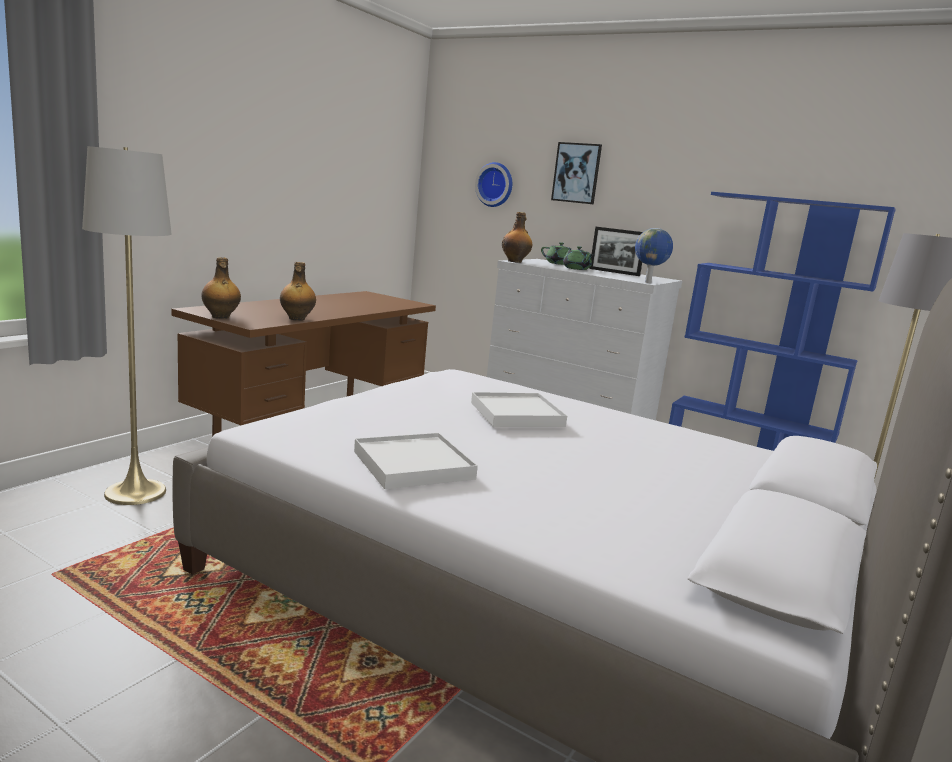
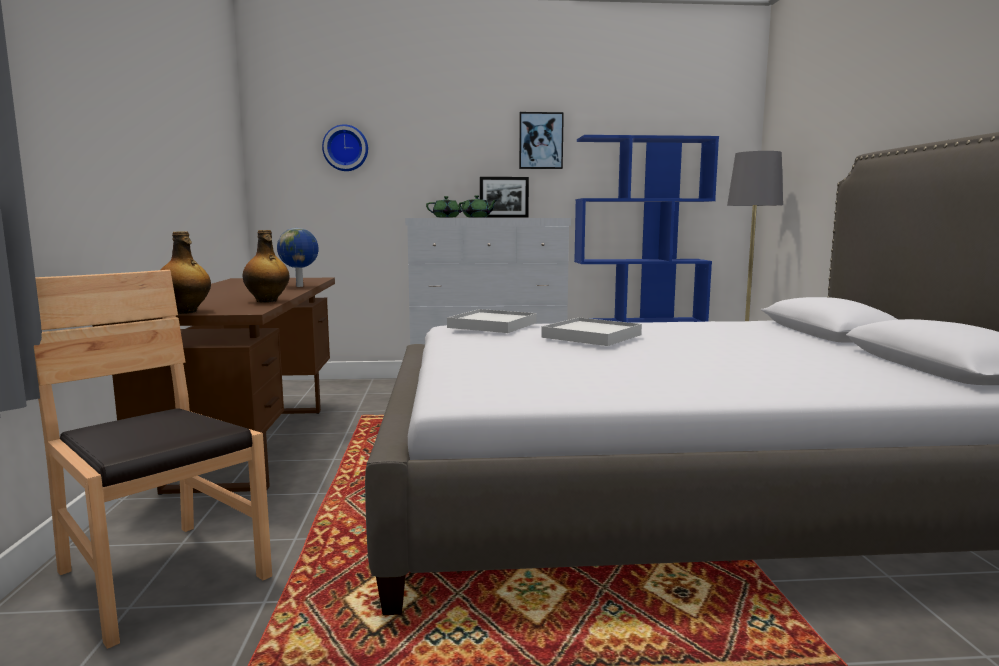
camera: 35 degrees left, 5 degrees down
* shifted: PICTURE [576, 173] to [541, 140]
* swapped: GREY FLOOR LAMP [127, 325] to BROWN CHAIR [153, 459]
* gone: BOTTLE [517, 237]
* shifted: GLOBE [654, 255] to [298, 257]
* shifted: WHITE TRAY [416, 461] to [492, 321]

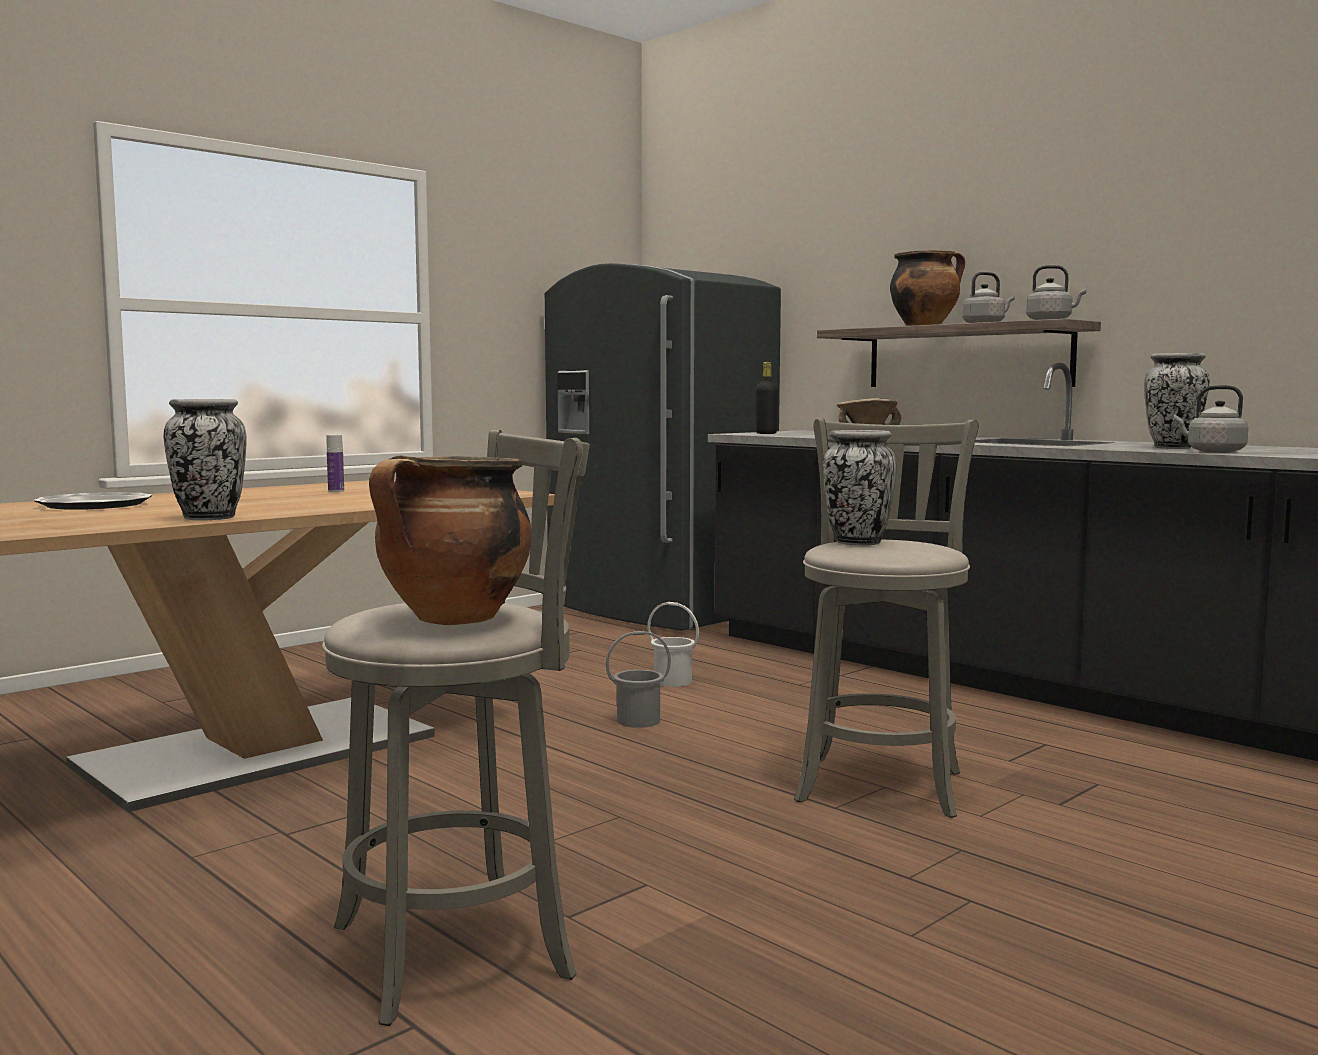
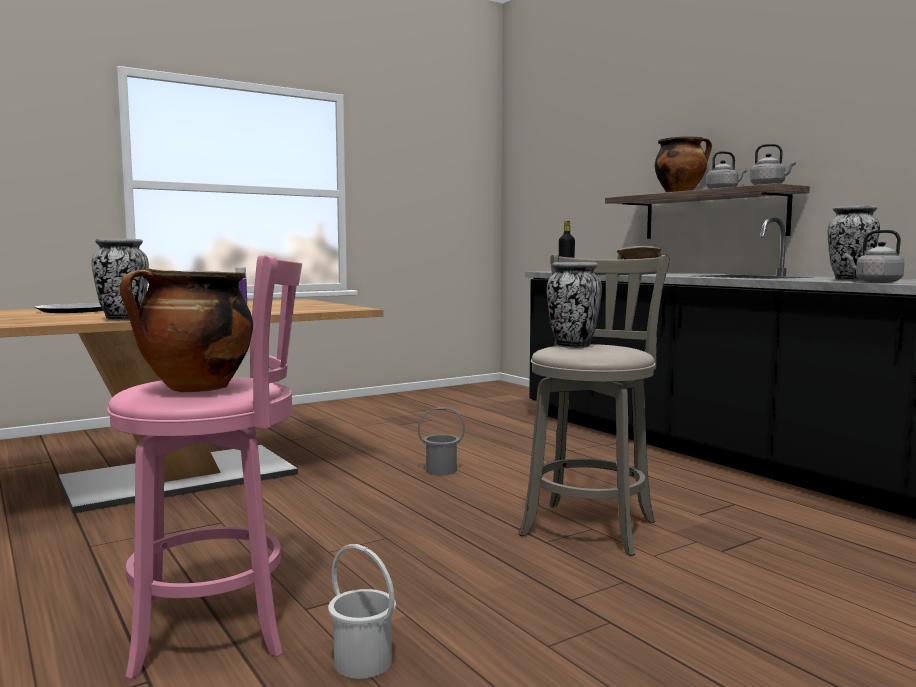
camera: 10 degrees right, 0 degrees up
* gone: GREY FRIDGE [663, 447]
* repainted: GREY STOOL [456, 728] to PINK STOOL [204, 467]
* shifted: WHITE BUCKET [673, 644] to [362, 611]

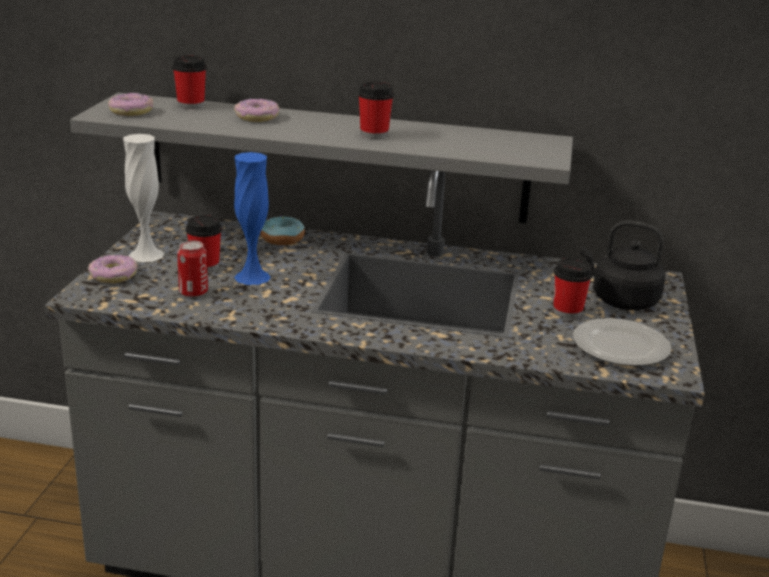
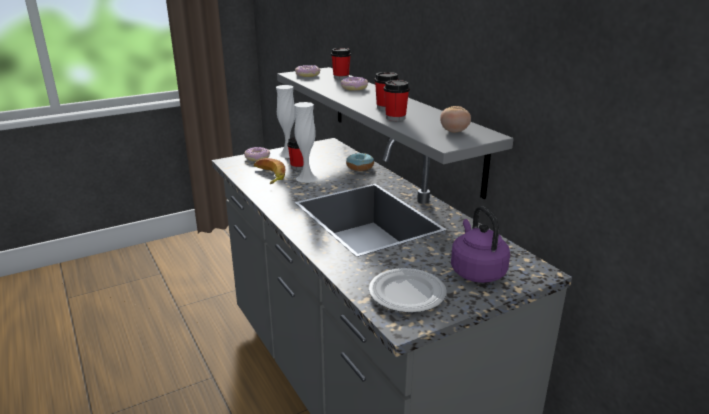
camera: 50 degrees right, 0 degrees up
* repainted: BLUE VASE [252, 218] to WHITE VASE [306, 142]
* repainted: BLACK KETTLE [623, 265] to PURPLE KETTLE [480, 244]
* swapped: CAN [192, 268] to BANANA [269, 171]
* shifted: CUP [573, 288] to [397, 100]
* new: TOMATO [455, 119]

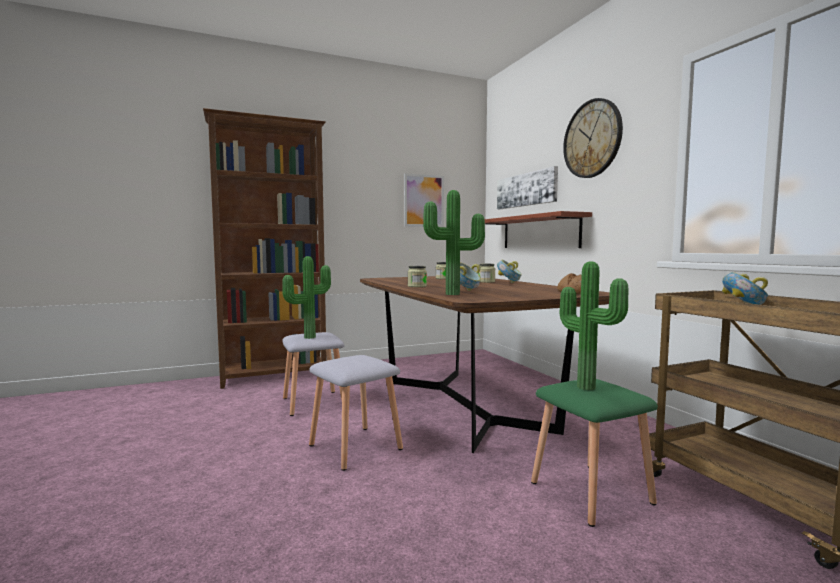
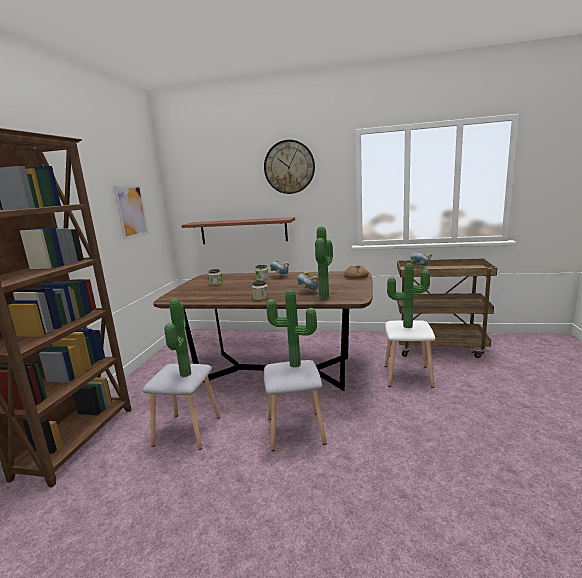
camera: 55 degrees left, 10 degrees up
* gone: PICTURE [527, 187]
* repainted: GREEN STOOL [594, 453] to WHITE STOOL [410, 354]
* new: POTTED PLANT [291, 329]

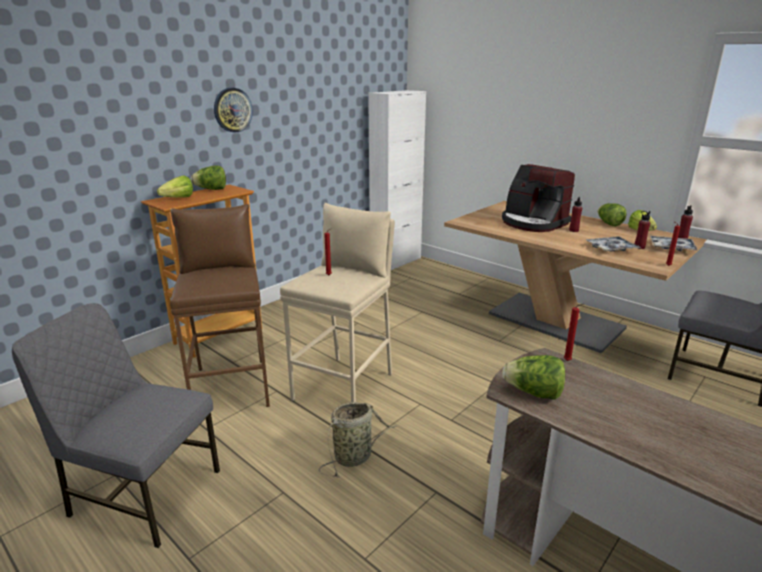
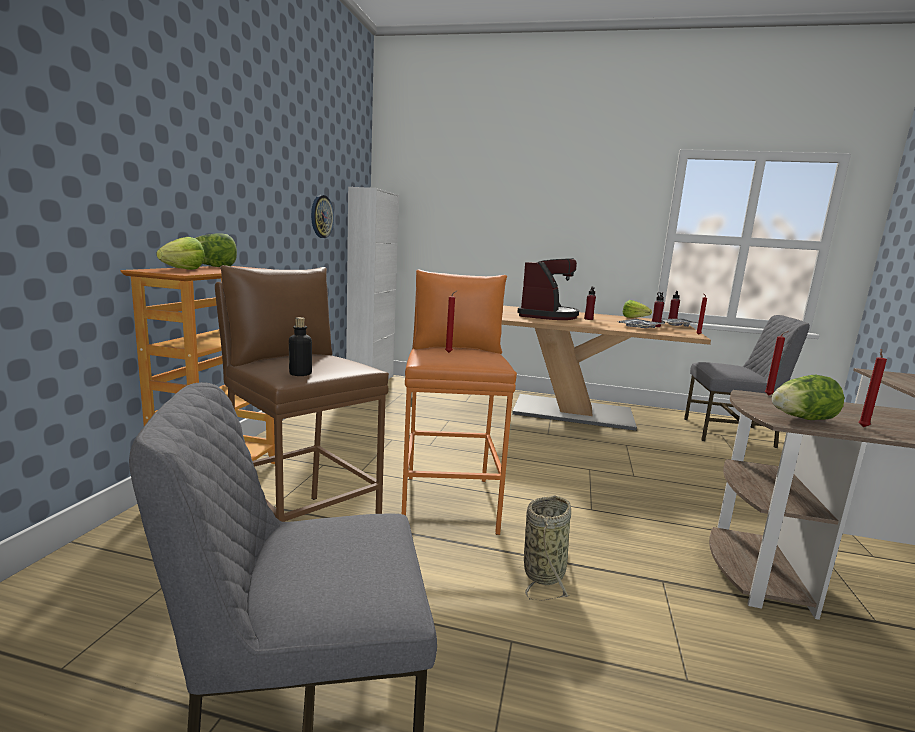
camera: 30 degrees left, 10 degrees down
* shifted: WALL CLOCK [233, 110] to [322, 216]
* rotated: COFFEE MACHINE [538, 198] = [548, 289] 90 degrees counterclockwise
* repainted: BEIGE STOOL [337, 302] to ORANGE STOOL [459, 402]
* gone: LETTUCE [612, 214]
* new: BOTTLE [300, 346]
* new: RED CANDLE [873, 388]

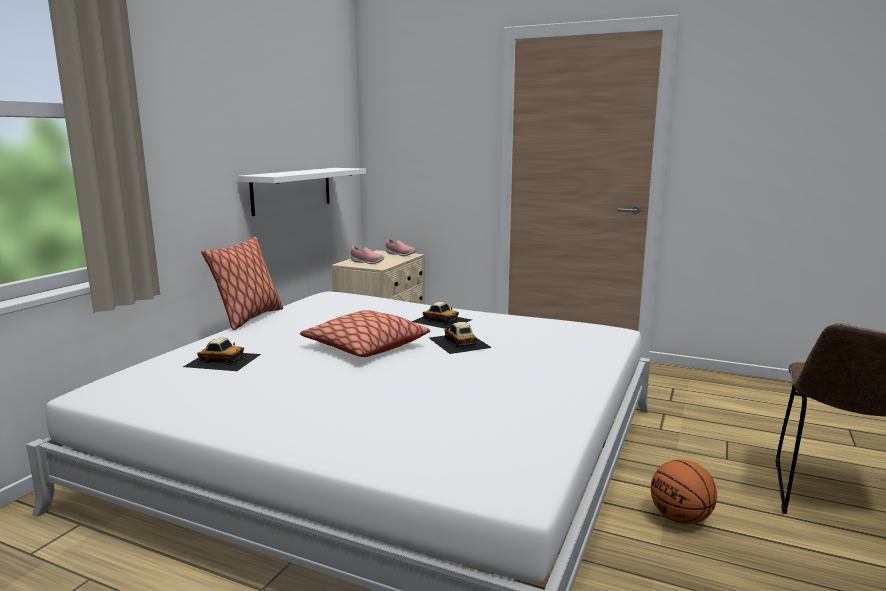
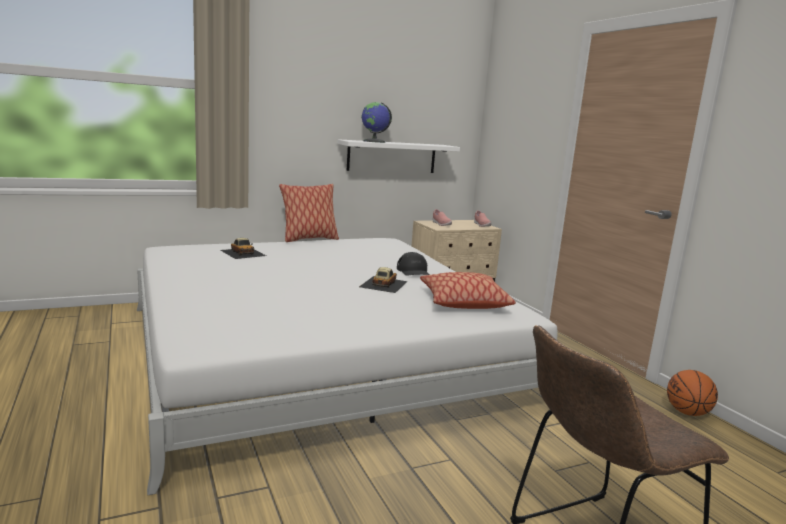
camera: 40 degrees right, 0 degrees up
* swapped: TOY CAR [442, 315] to BLACK CAP [413, 264]
* shifted: PILLOW [365, 333] to [468, 290]
* shifted: BASKETBALL [684, 492] to [692, 393]
* new: GLOBE [376, 122]

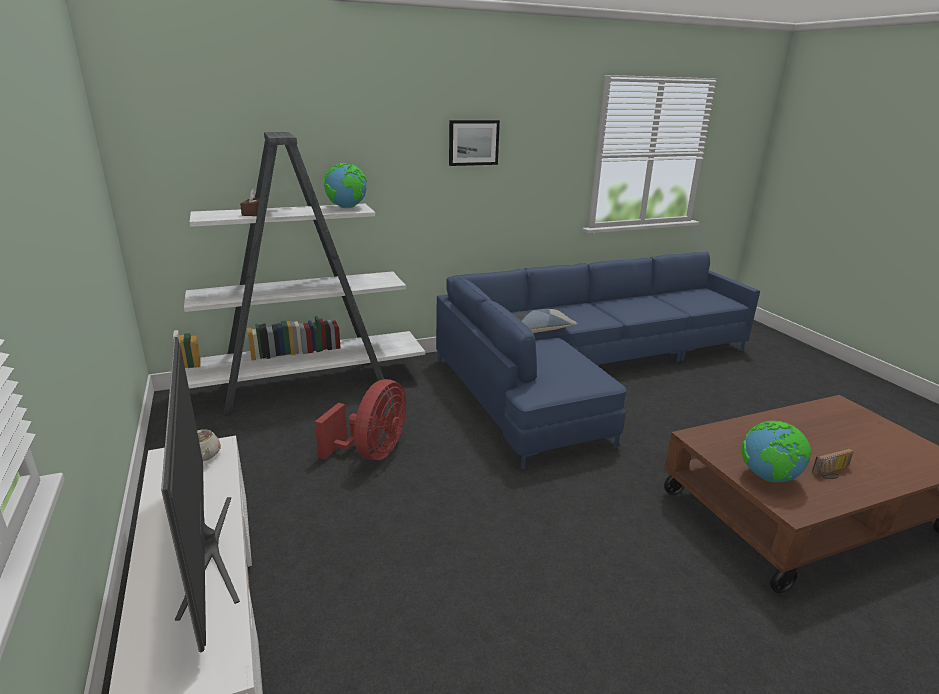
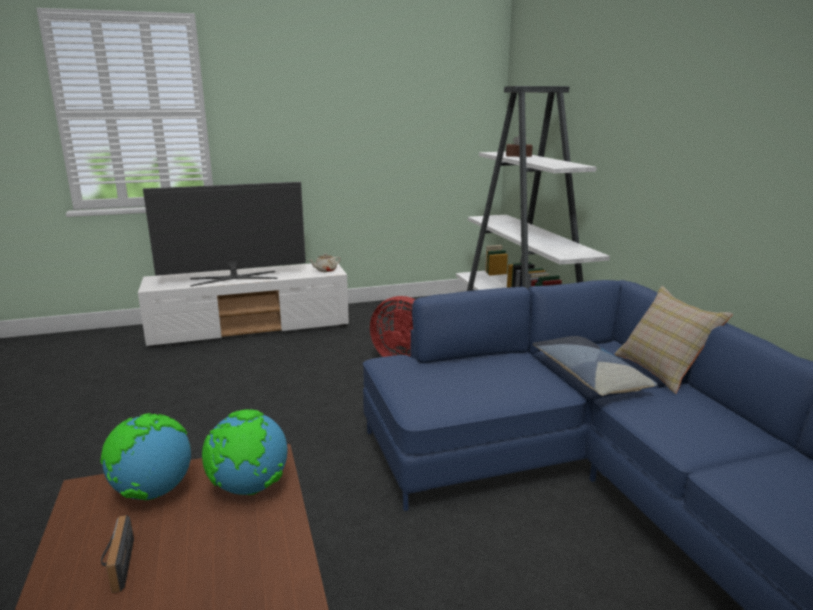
camera: 95 degrees right, 5 degrees down
* gone: PICTURE [474, 143]
* shifted: GLOBE [345, 185] to [245, 452]
* new: BEIGE PILLOW [673, 340]

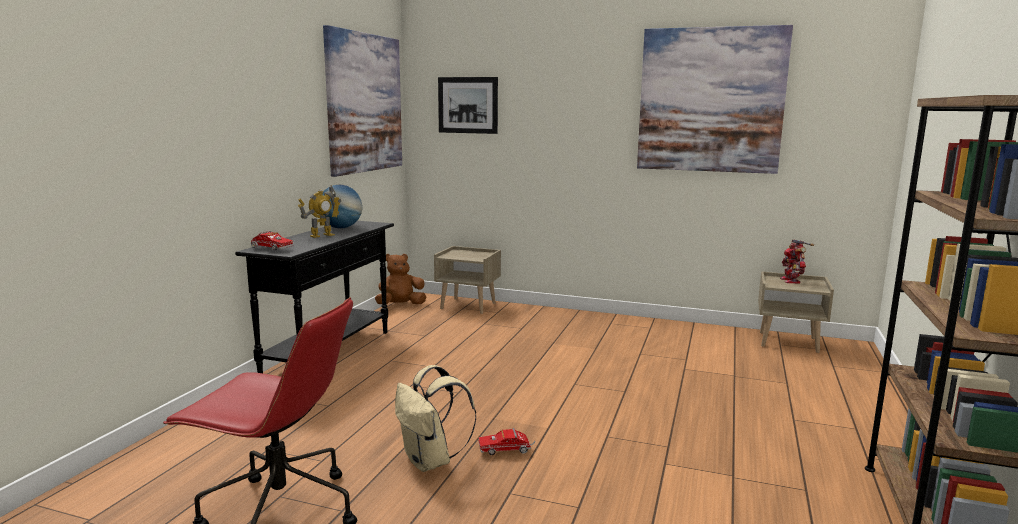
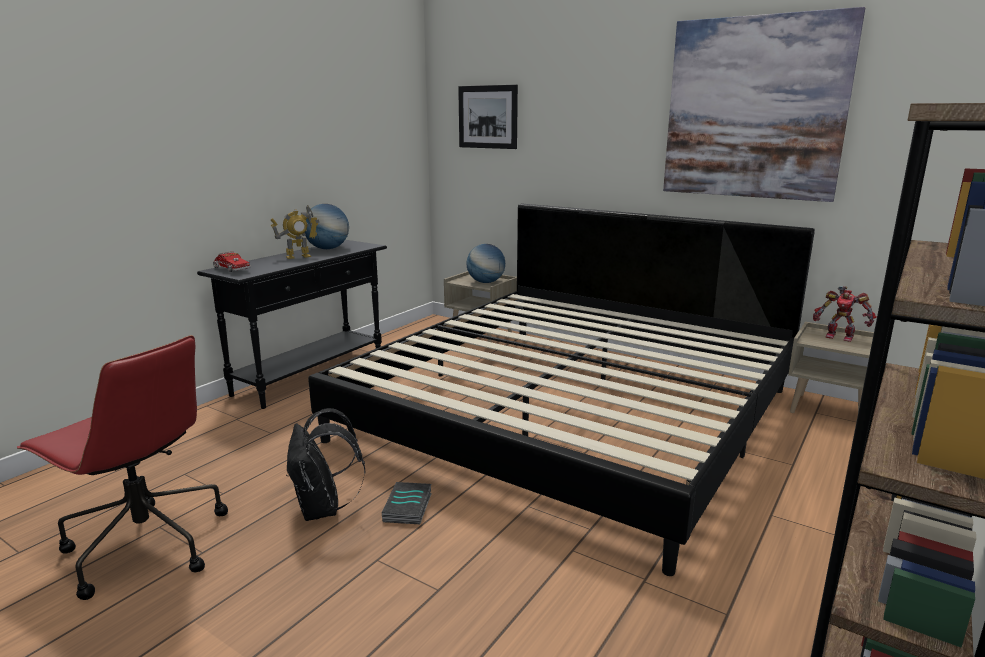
camera: 15 degrees right, 5 degrees up
* gone: PICTURE [362, 101]
* rotated: TOY ROBOT [797, 261] = [844, 314] 75 degrees counterclockwise
* gone: BROWN PLUSH TOY [400, 279]
* repainted: BEIGE BACKPACK [435, 418] to BLACK BACKPACK [326, 464]
* swapped: TOY TRUCK [506, 441] to BOOK [407, 503]
* new: BED [561, 390]
* new: GLOBE [486, 263]

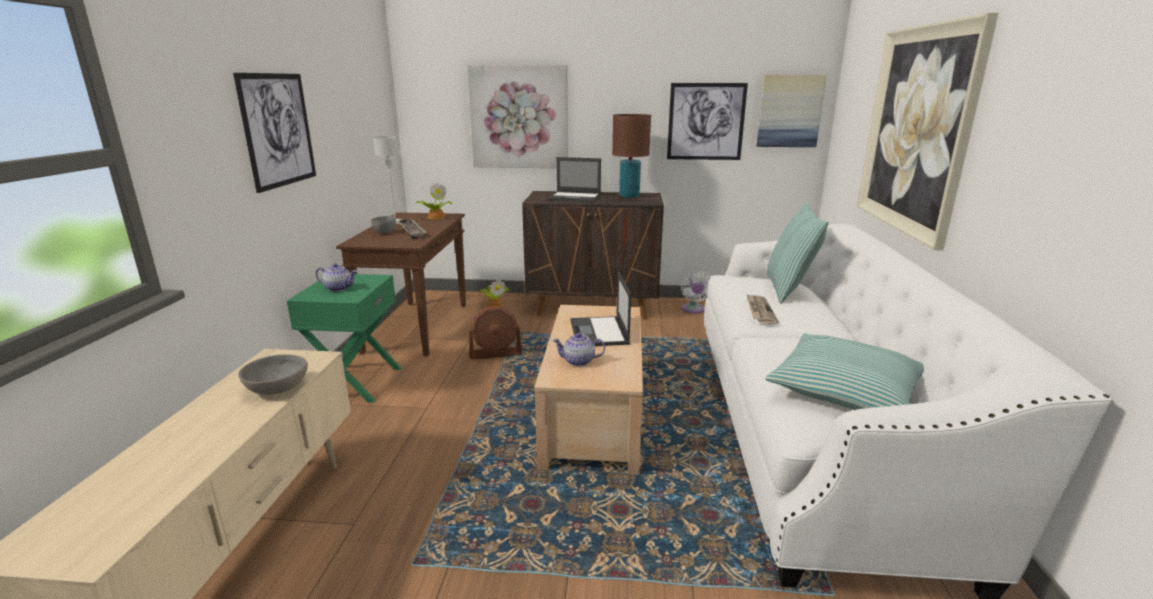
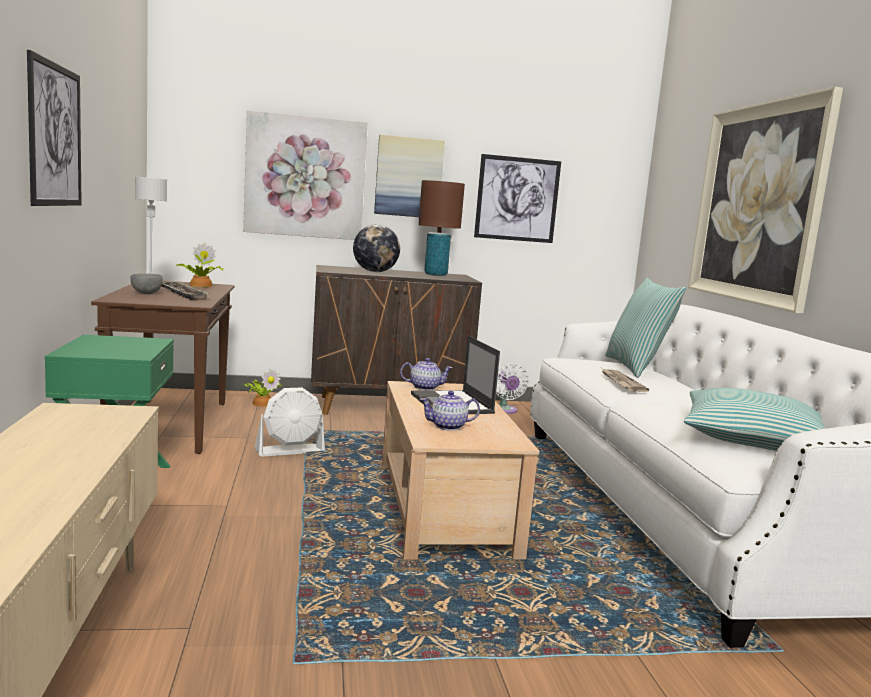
camera: 15 degrees left, 10 degrees down
* shifted: PICTURE [791, 111] to [409, 176]
* swapped: LAPTOP [574, 179] to GLOBE [376, 248]
* shifted: TEAPOT [336, 277] to [426, 374]
* repainted: BROWN FAN [495, 332] to WHITE FAN [290, 422]
* gone: GREY BOWL [273, 374]

